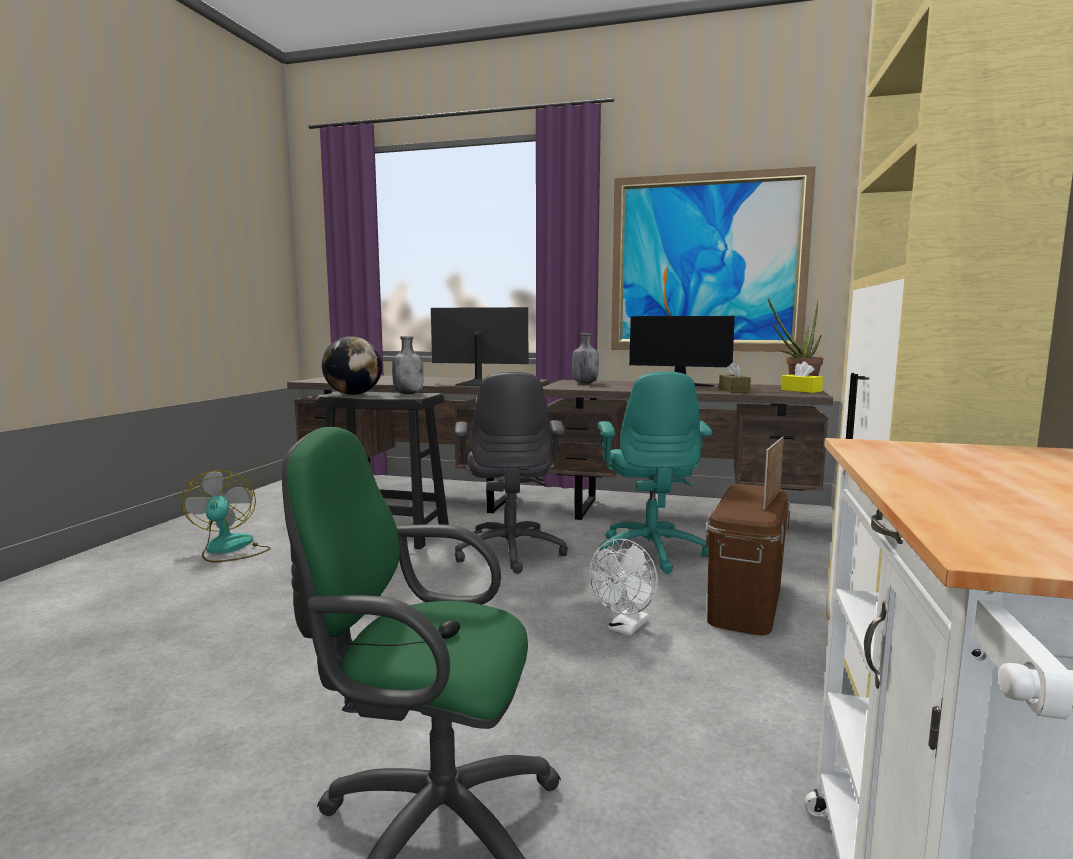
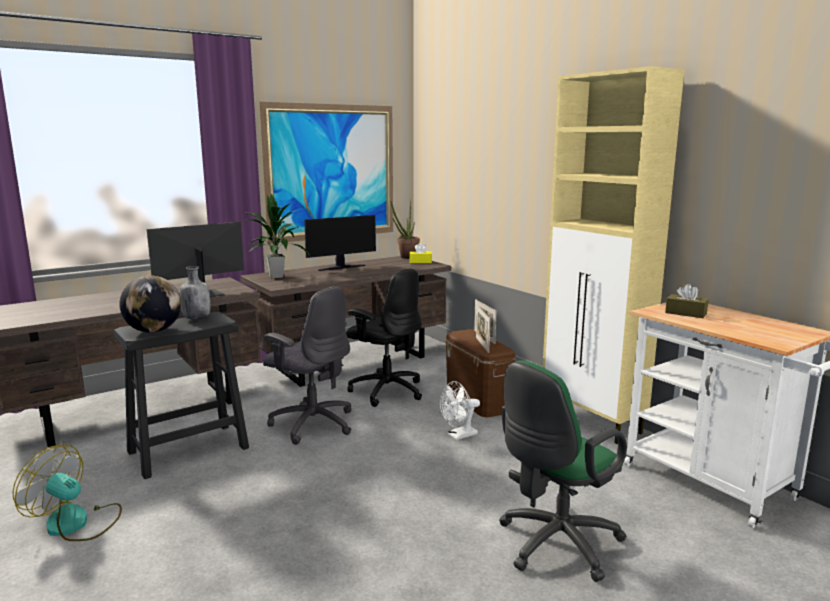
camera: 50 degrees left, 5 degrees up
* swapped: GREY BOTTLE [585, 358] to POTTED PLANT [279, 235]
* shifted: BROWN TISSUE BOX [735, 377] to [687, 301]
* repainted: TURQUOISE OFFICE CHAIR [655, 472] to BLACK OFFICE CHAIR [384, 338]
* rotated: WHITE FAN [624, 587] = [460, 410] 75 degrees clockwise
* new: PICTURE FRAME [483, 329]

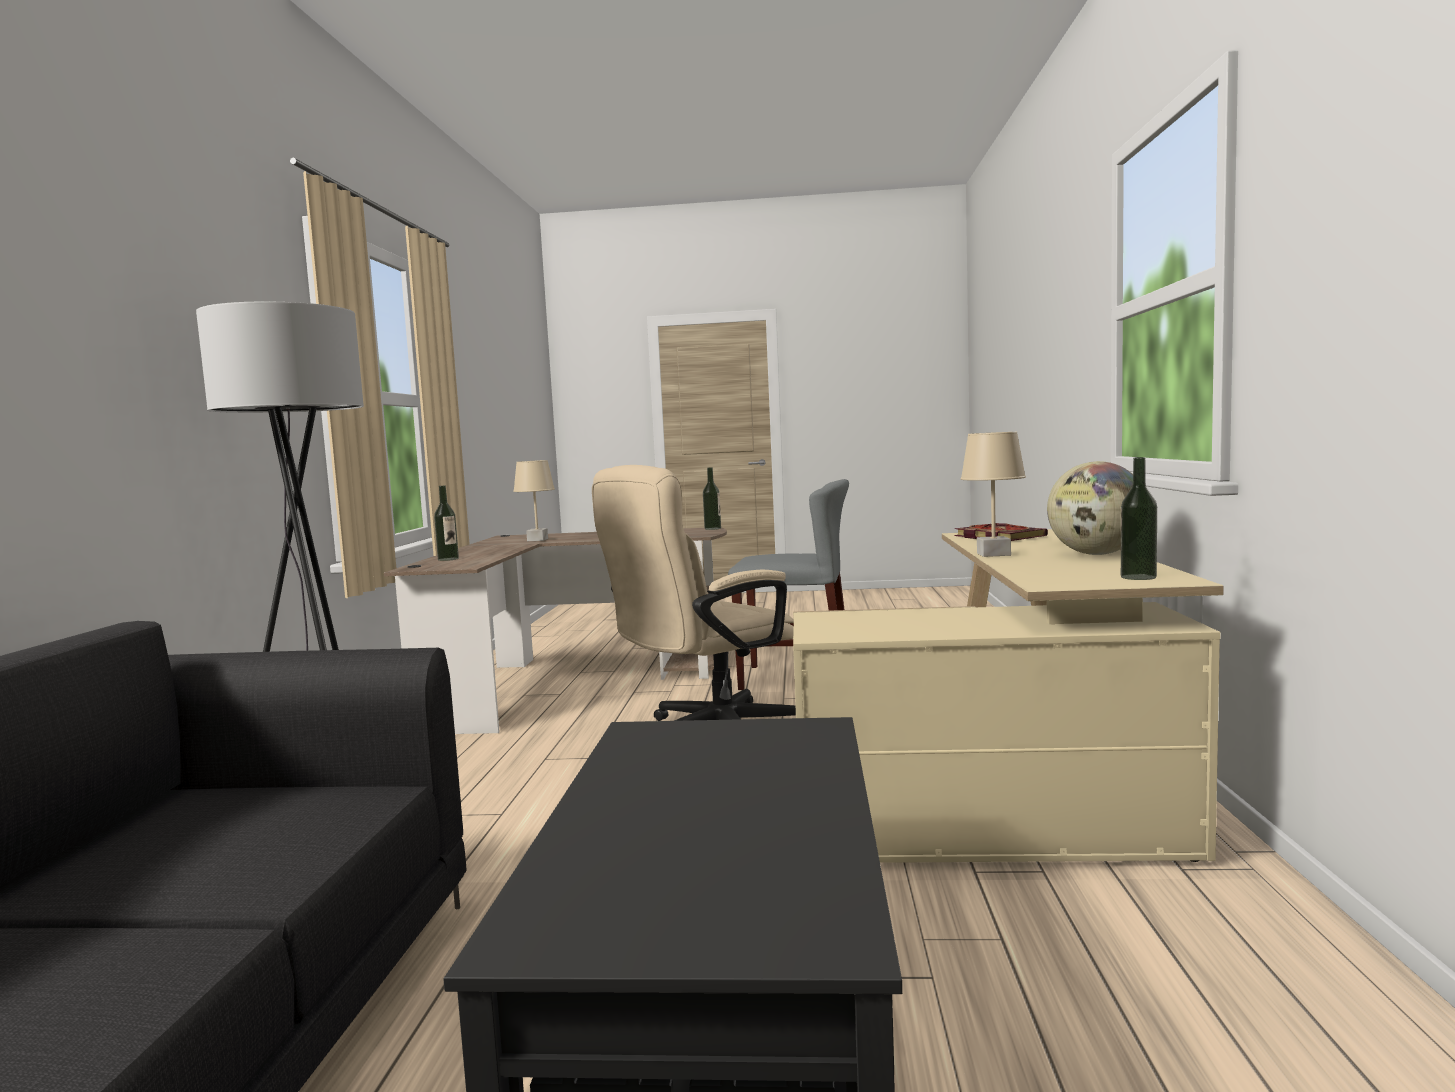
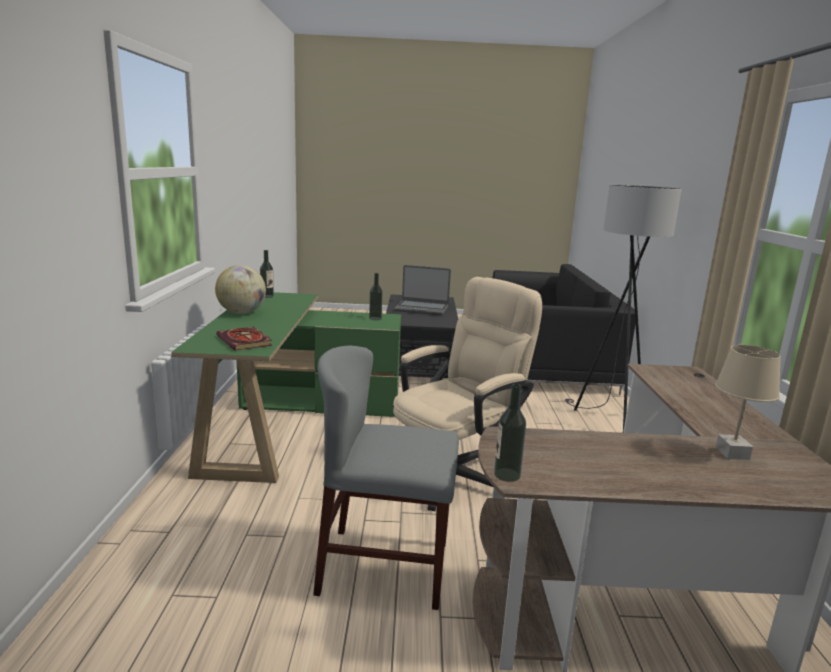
camera: 175 degrees right, 10 degrees up
* gone: BEIGE TABLE LAMP [993, 494]
* shifted: BOTTLE [446, 523] to [375, 296]
* repainted: BEIGE DESK [1008, 696] to GREEN DESK [286, 387]
* new: LAPTOP [422, 290]

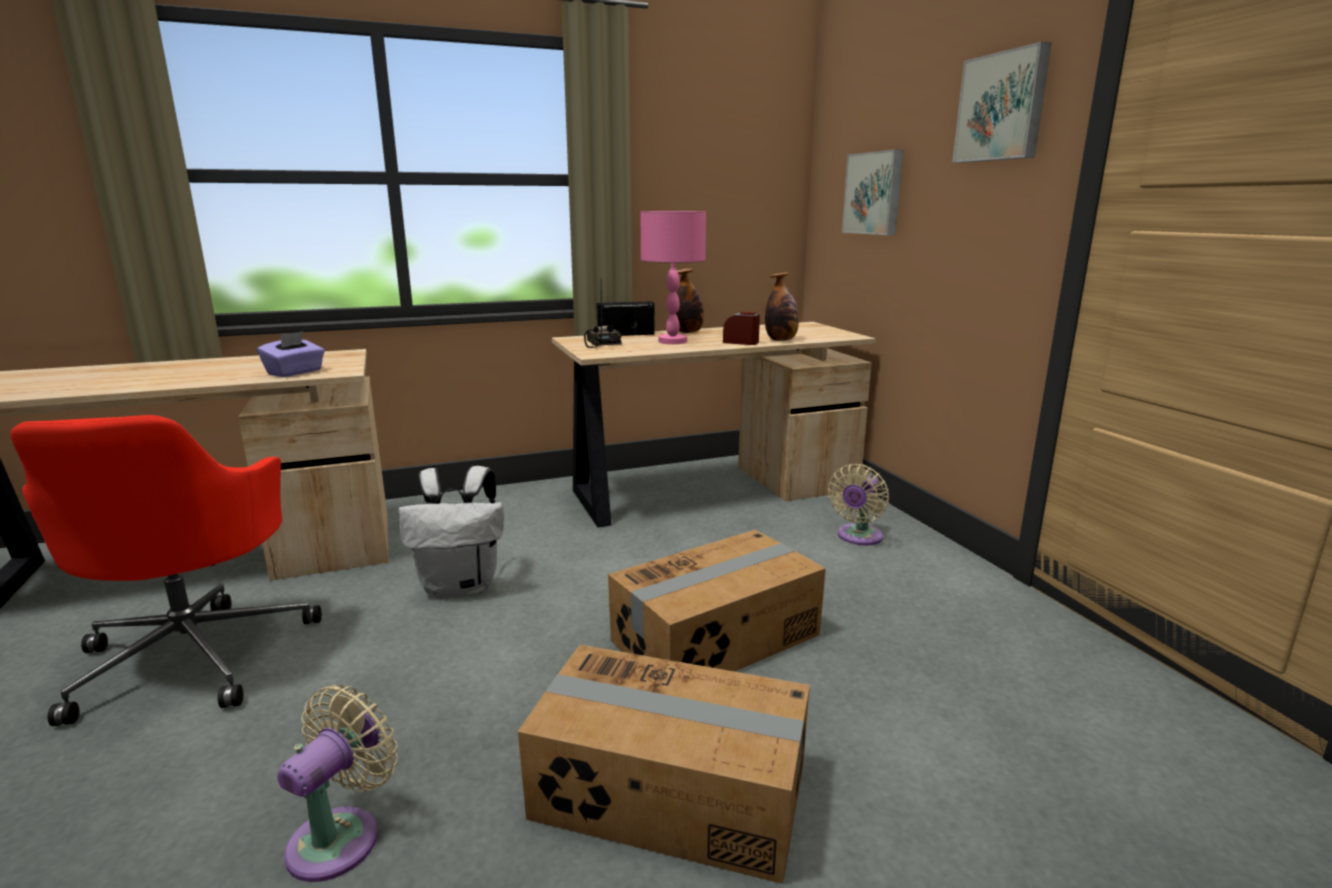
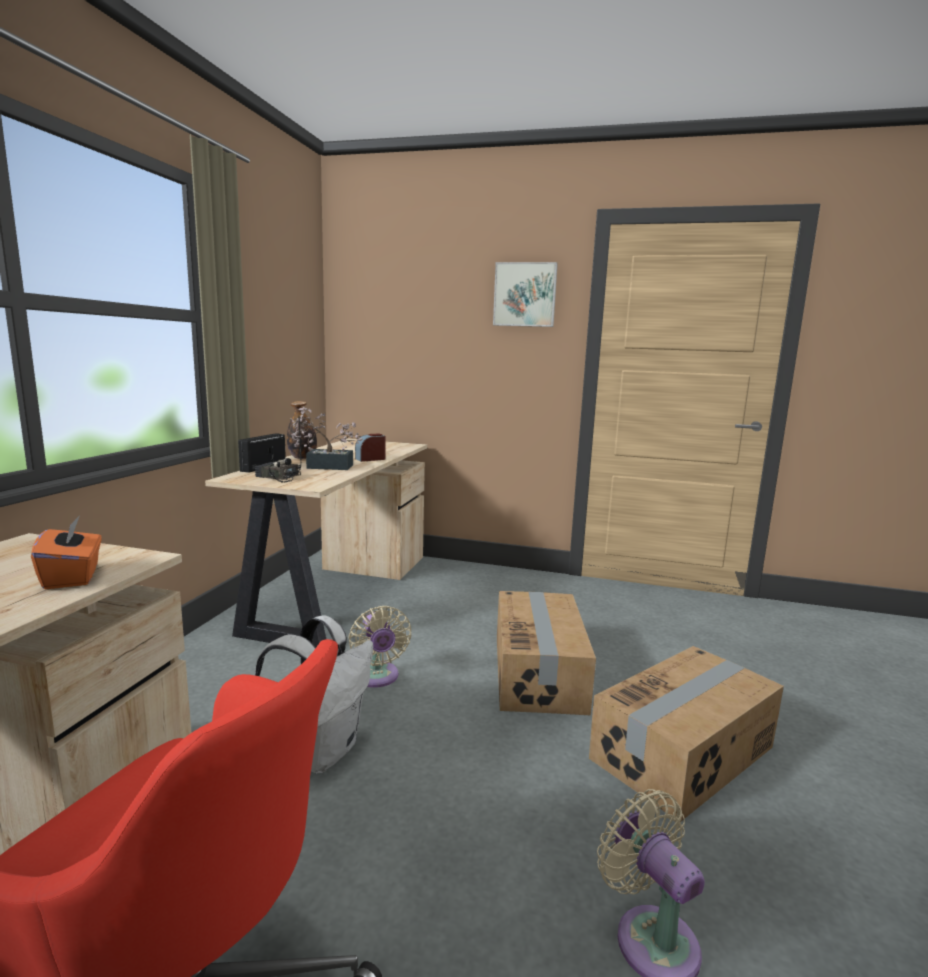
camera: 55 degrees left, 5 degrees down
* gone: PICTURE [873, 192]
* swapped: PINK TABLE LAMP [673, 277] to POTTED PLANT [326, 438]
* gone: BOTTLE [782, 306]
* repainted: PURPLE TISSUE BOX [291, 354] to ORANGE TISSUE BOX [66, 552]
* shifted: BEIGE FAN [858, 504] to [379, 647]

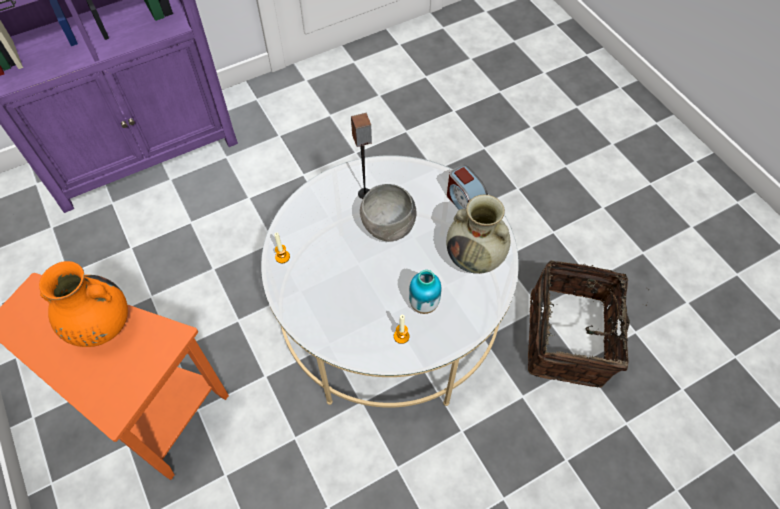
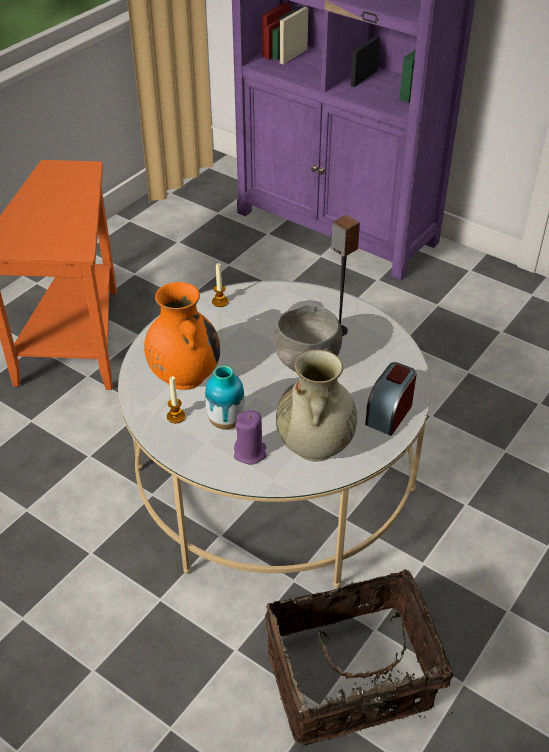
camera: 65 degrees right, 15 degrees down
* shifted: ORANGE VASE [83, 304] to [182, 336]
* new: PURPLE CANDLE [250, 437]

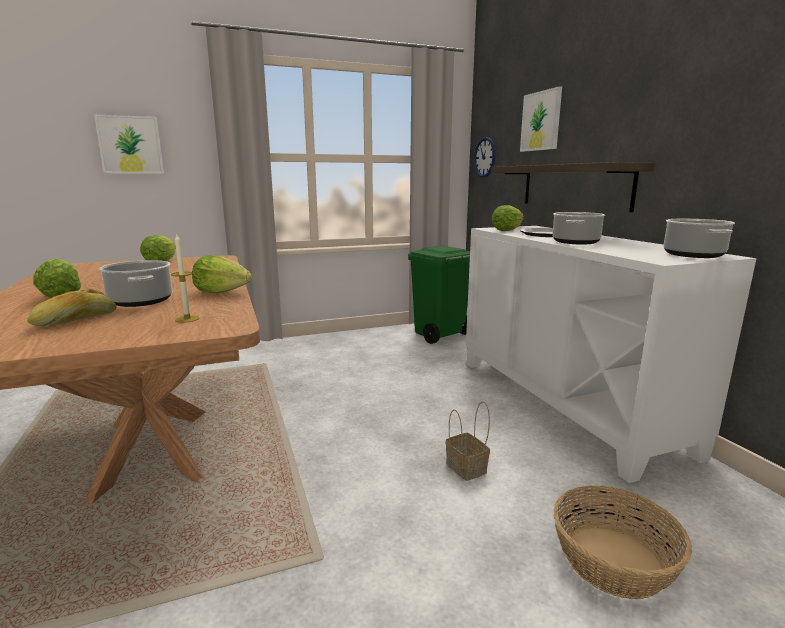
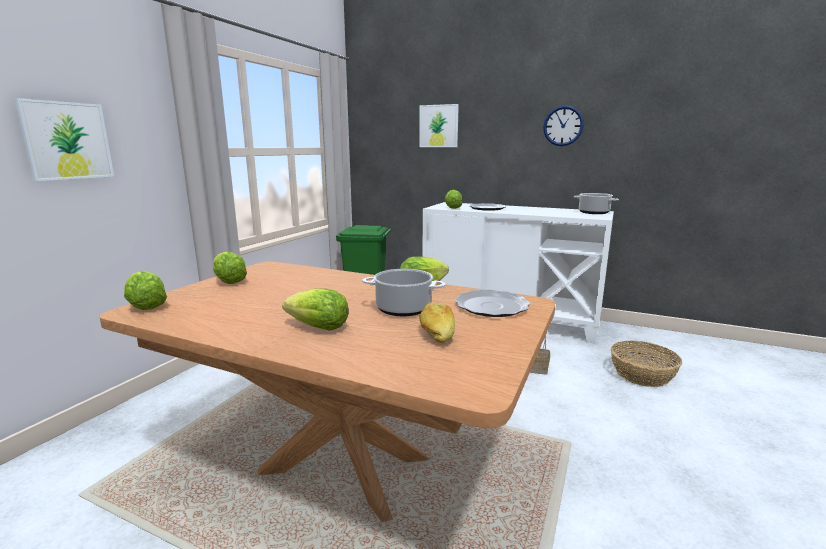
camera: 45 degrees left, 0 degrees up
* shifted: WALL CLOCK [484, 157] to [563, 126]
* gone: SHELF [573, 187]
* gone: COOKING POT [578, 228]
* swapped: CANDLE [185, 278] to PLATE [493, 303]
* new: LETTUCE [145, 290]

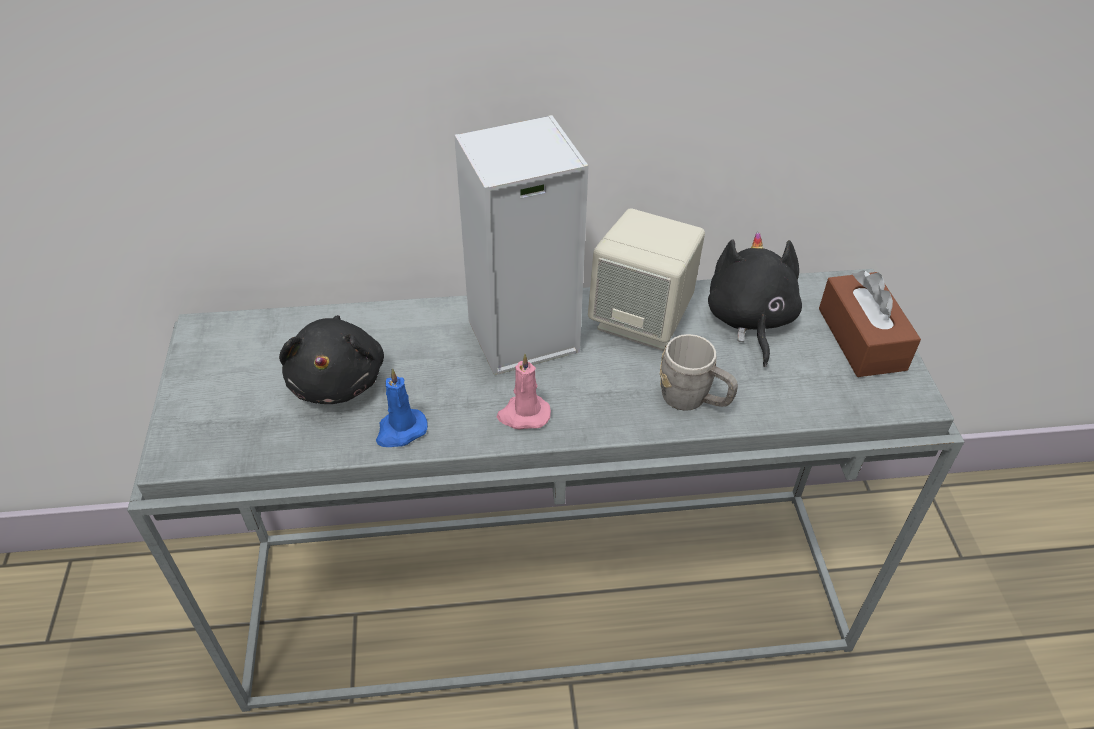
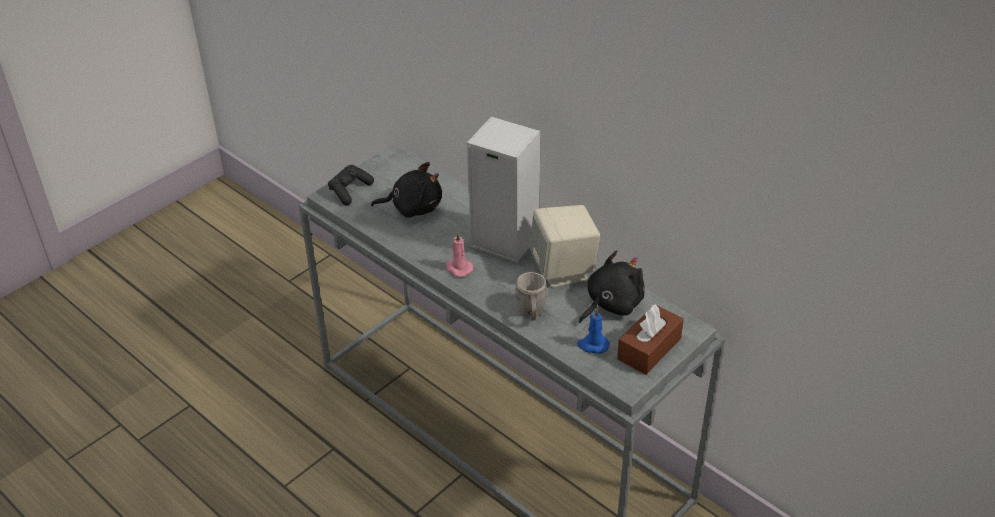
camera: 50 degrees right, 5 degrees down
* rotated: BLACK PLUSH TOY [331, 359] = [406, 190] 135 degrees counterclockwise
* shifted: BLUE CANDLE [402, 407] to [593, 331]
* new: BLACK GAME CONTROLLER [351, 185]

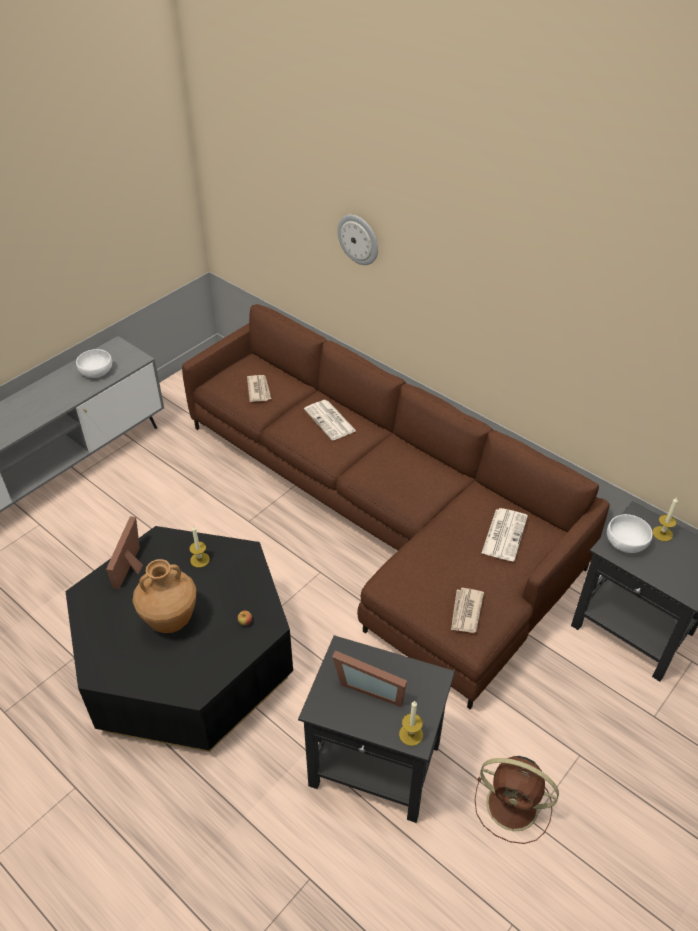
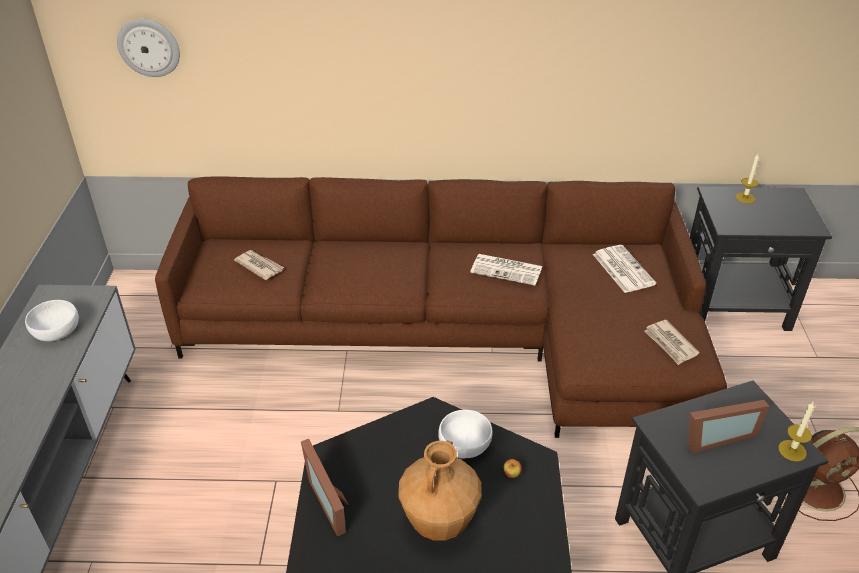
camera: 40 degrees left, 5 degrees down
* shifted: WALL CLOCK [357, 240] to [148, 48]
* shifted: NEWSPAPER [330, 420] to [506, 270]
* shifted: WHITE BOWL [630, 533] to [465, 434]
* gone: CANDLE [199, 546]

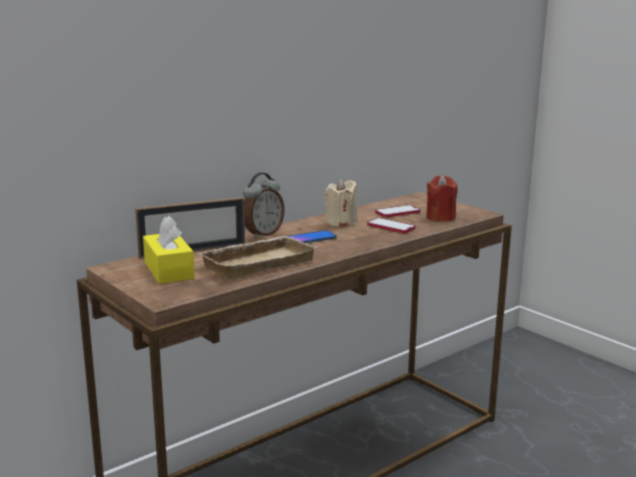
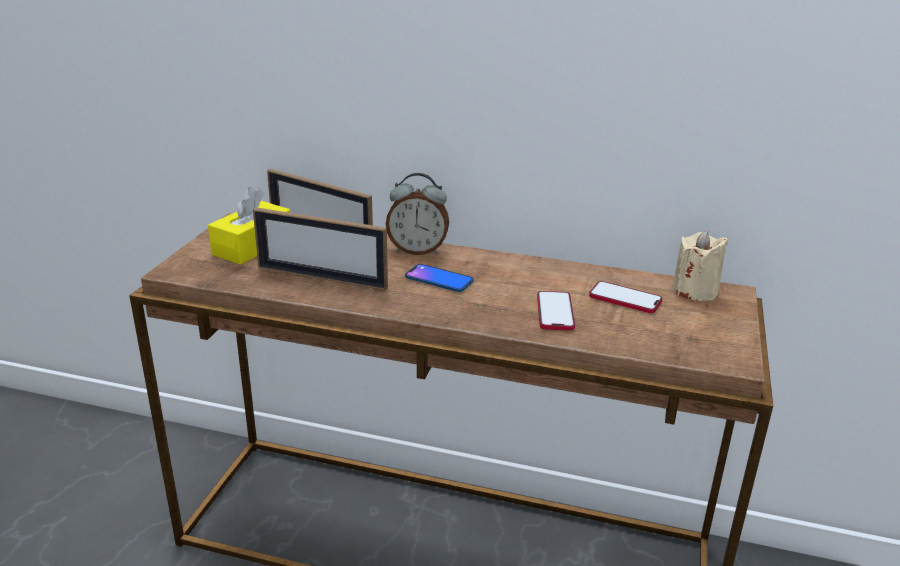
camera: 55 degrees right, 10 degrees up
* gone: RED CANDLE [442, 198]
* shifted: BEIGE CANDLE [340, 202] to [700, 265]
* swapped: BEIGE TRAY [257, 257] to PICTURE FRAME [320, 248]

